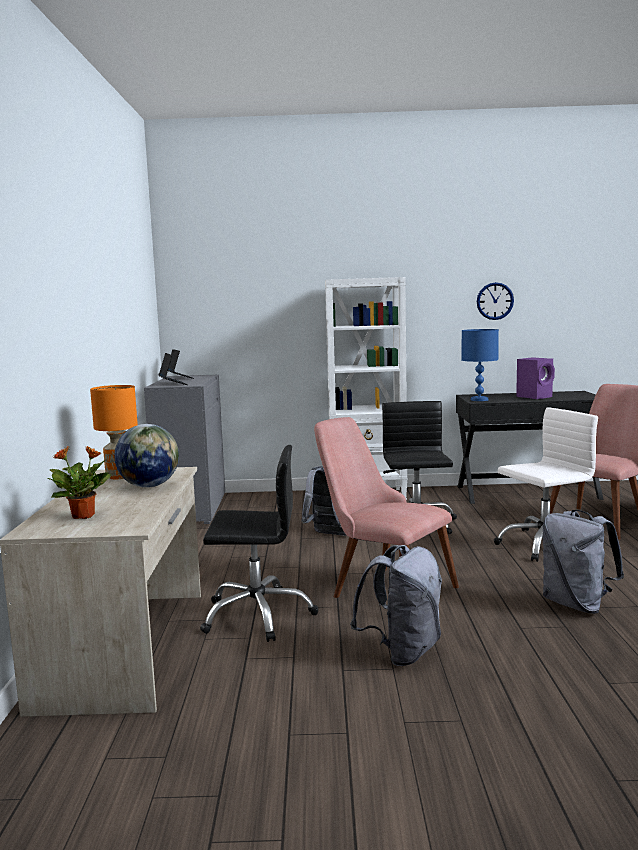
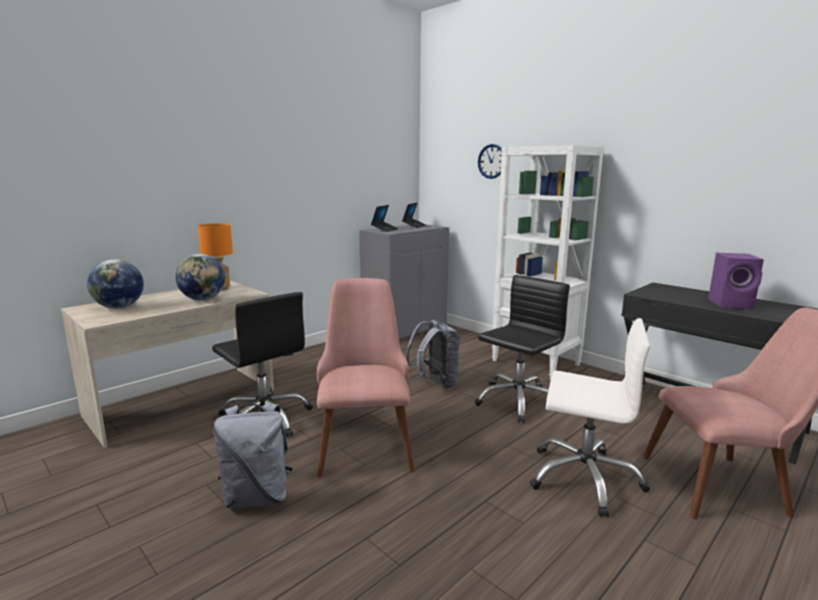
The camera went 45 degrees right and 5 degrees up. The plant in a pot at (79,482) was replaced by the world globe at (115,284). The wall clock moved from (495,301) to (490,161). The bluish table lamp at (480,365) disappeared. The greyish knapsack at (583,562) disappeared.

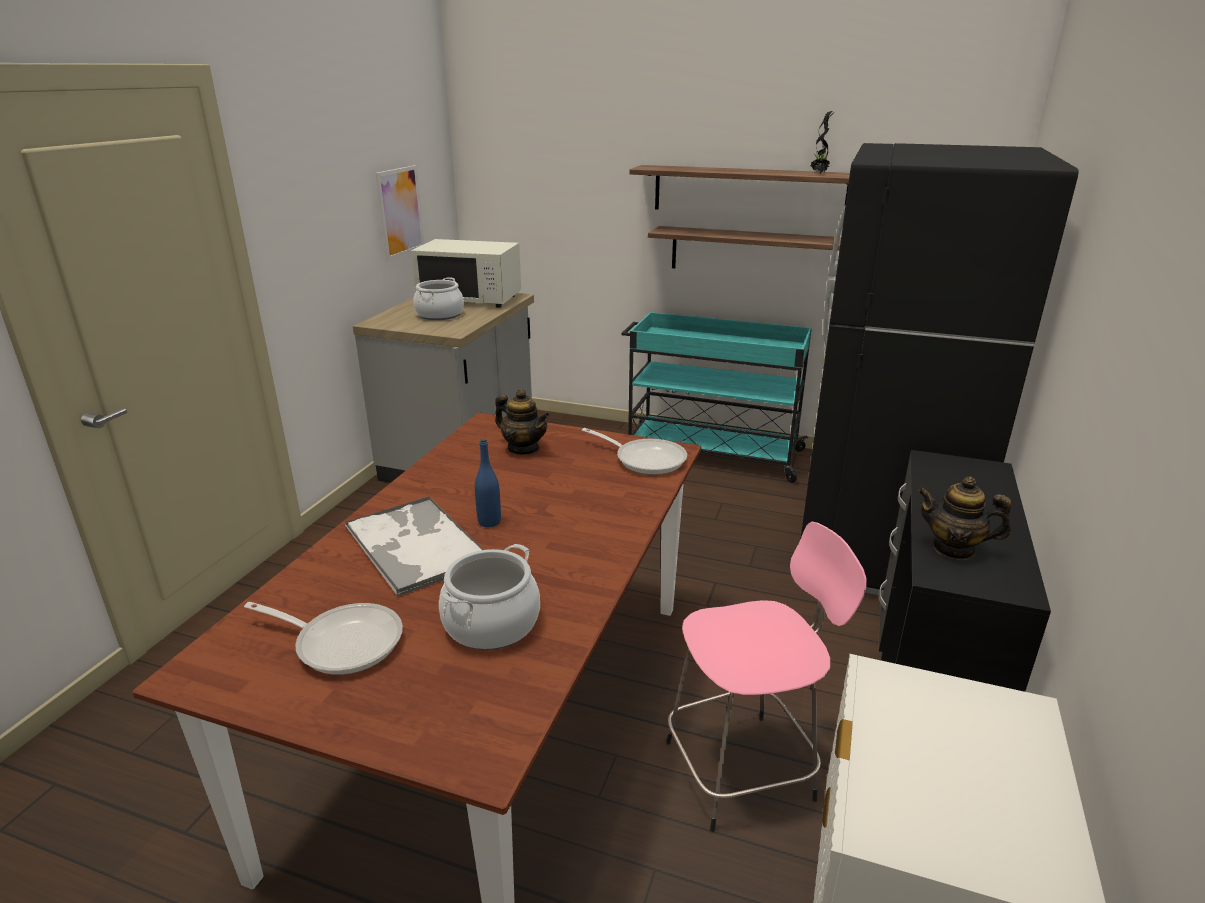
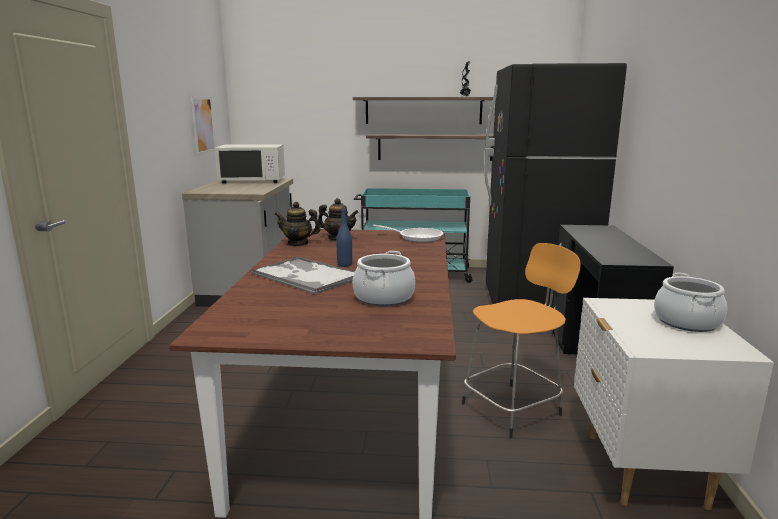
The camera went 15 degrees left and 10 degrees down. The pot for tea moved from (964,518) to (297,224). The pink stool seat at (766,676) became the orange stool seat at (521,340). The cooking pot moved from (438,298) to (690,302). The skillet at (323,638) disappeared.

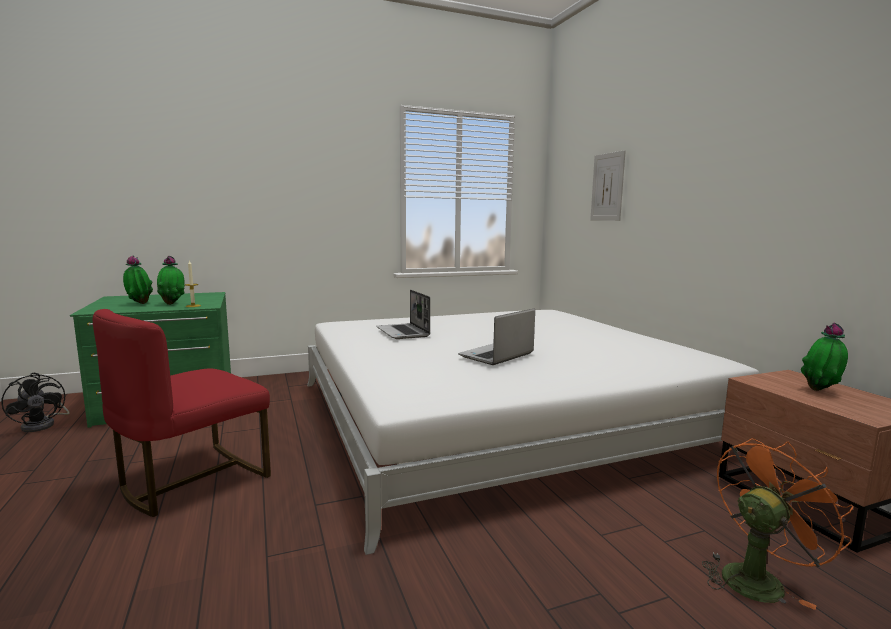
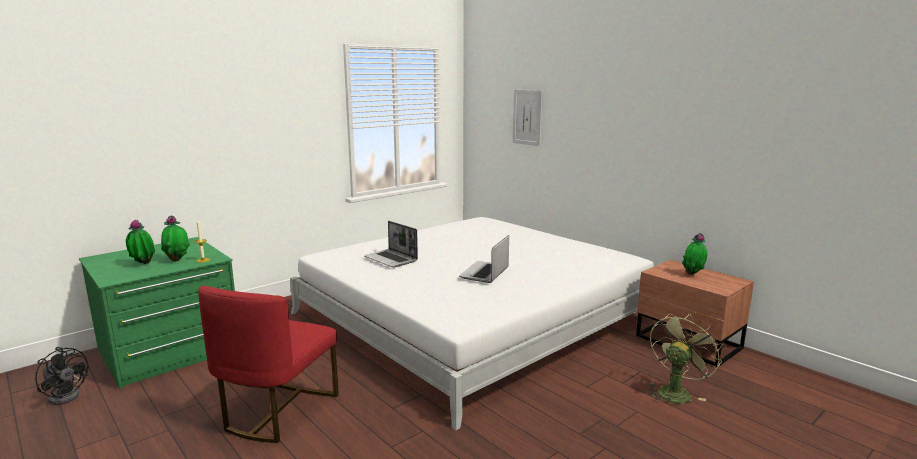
The camera went 20 degrees left and 5 degrees up. The orange electric fan at (777,524) became the greenish electric fan at (684,358).

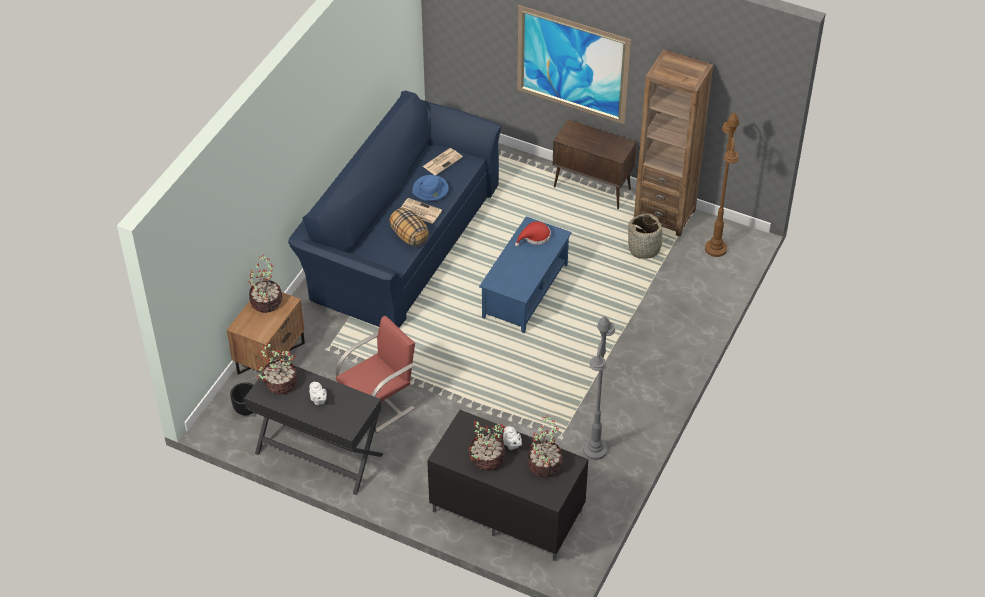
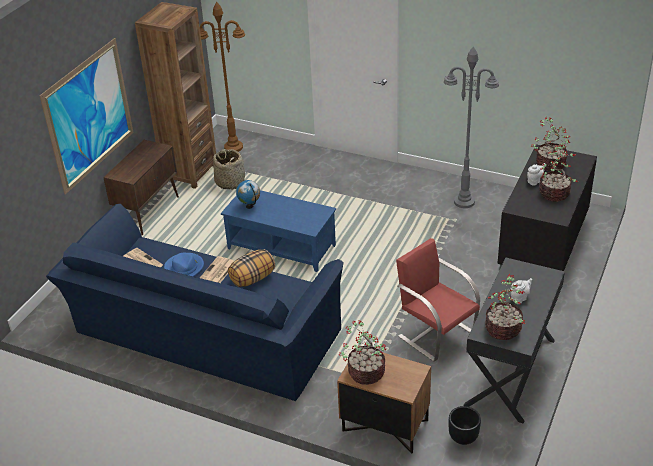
The camera went 90 degrees left and 10 degrees down. The red-coloured wearable hat at (533,233) was replaced by the world globe at (248,194).

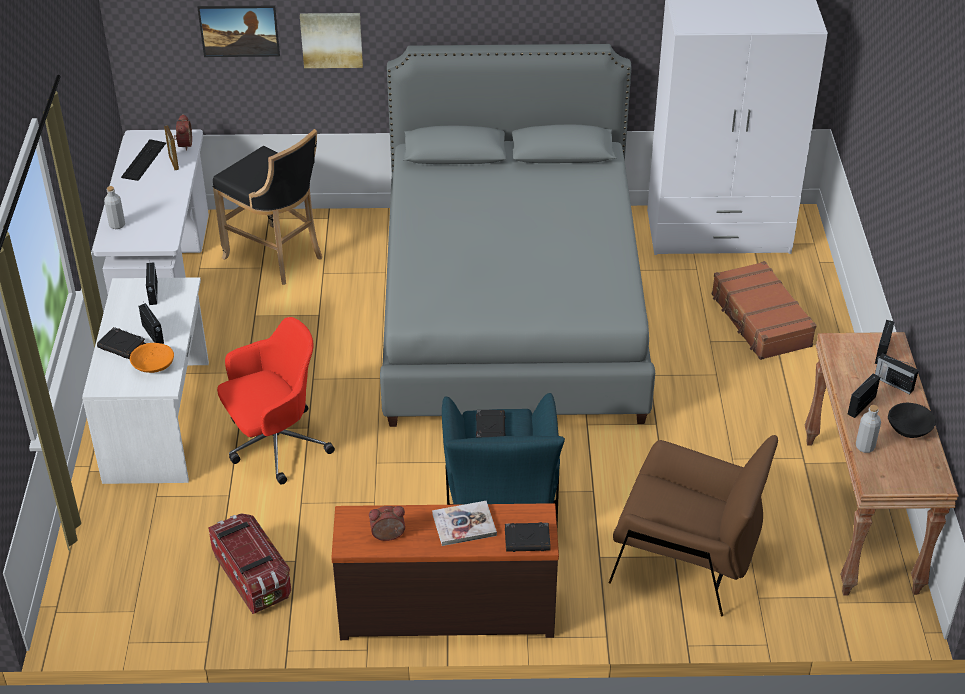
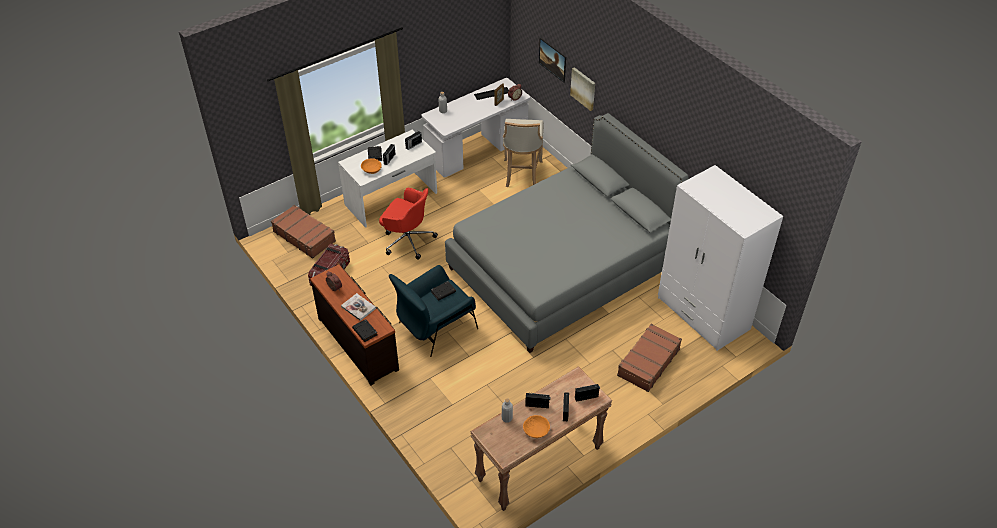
The camera went 55 degrees right and 5 degrees up. The brown-coloured suitcase at (303,232) appeared. The black-coloured stool seat at (267,207) became the beige-coloured stool seat at (523,153). The black-coloured deep dish at (912,420) became the orange deep dish at (536,426). The brown-coloured lounge chair at (693,525) disappeared.

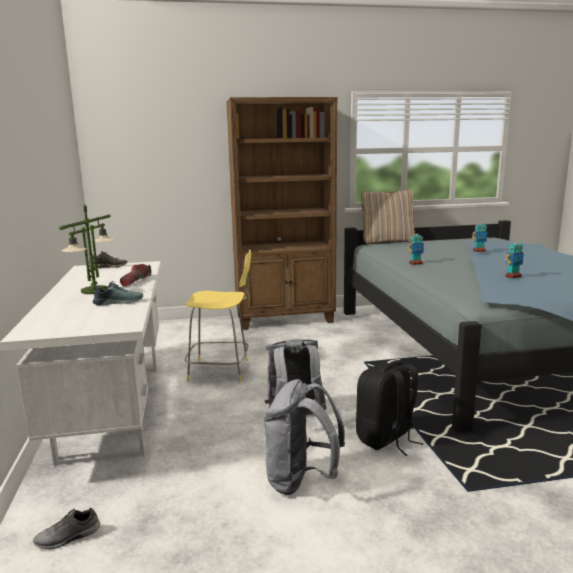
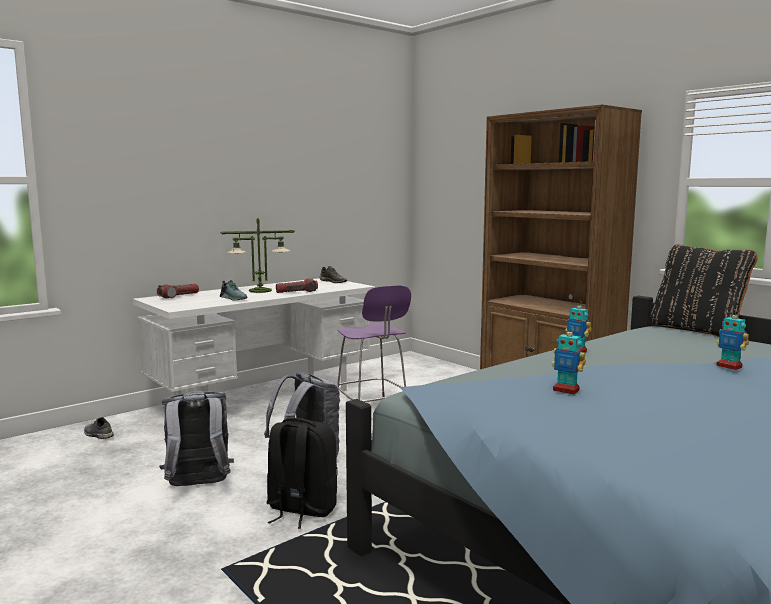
The camera went 60 degrees right and 5 degrees down. The flashlight at (178,291) appeared. The yellow-coloured stool seat at (218,316) became the purplish stool seat at (373,343). The beige-coloured pillow at (388,217) became the black-coloured pillow at (703,290).

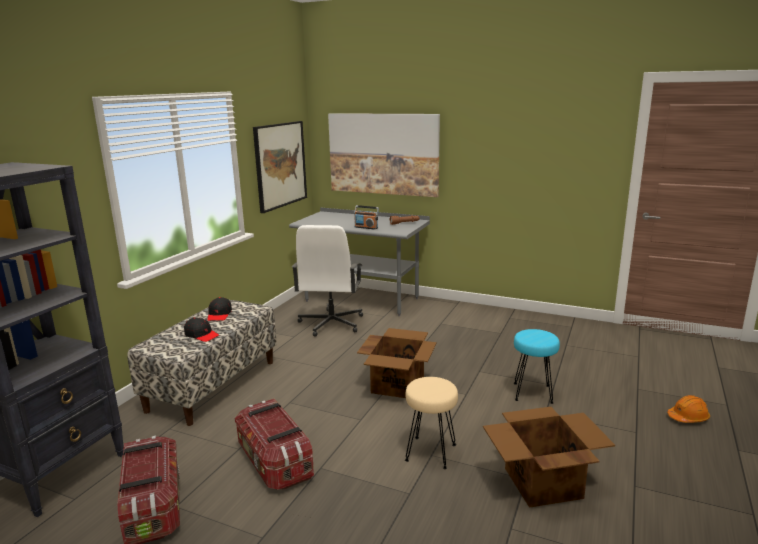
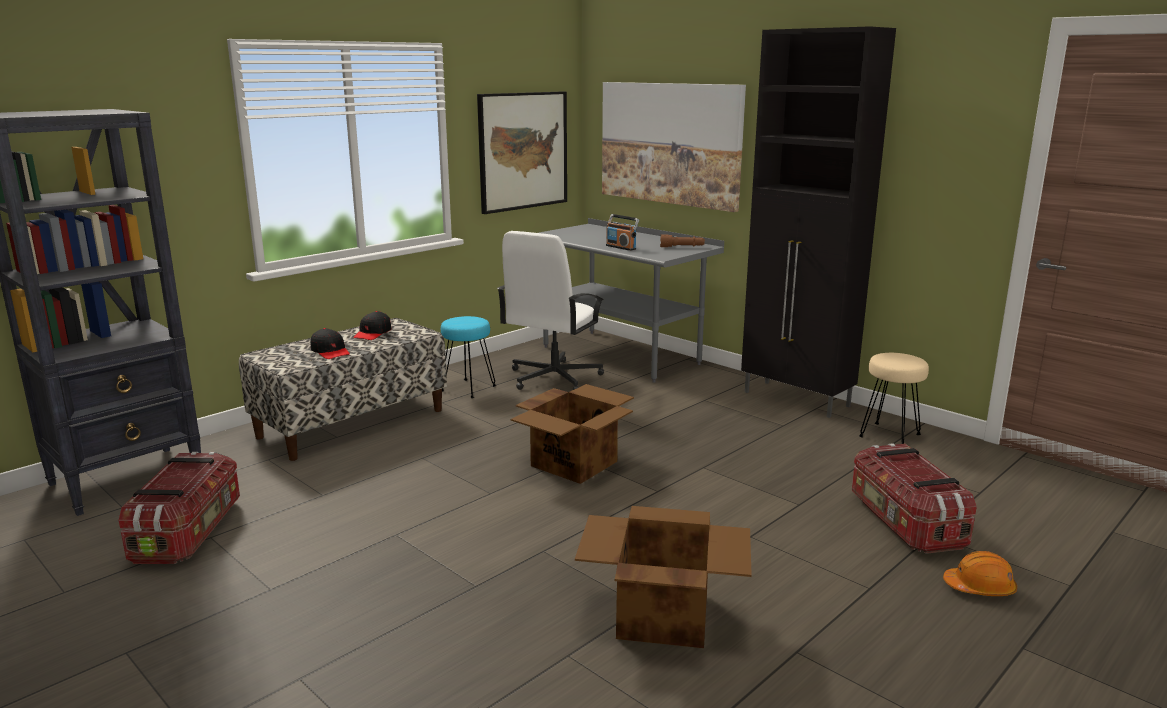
The camera went 20 degrees right and 0 degrees up. The turquoise-coloured stool seat moved from (537,366) to (468,357). The black-coloured storage cabinet at (818,222) appeared. The storage container moved from (274,444) to (914,498). The beige-coloured stool seat moved from (431,423) to (894,398).

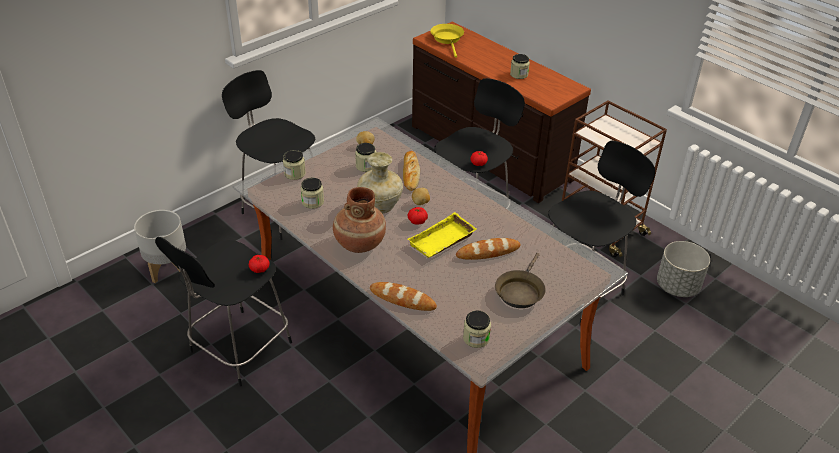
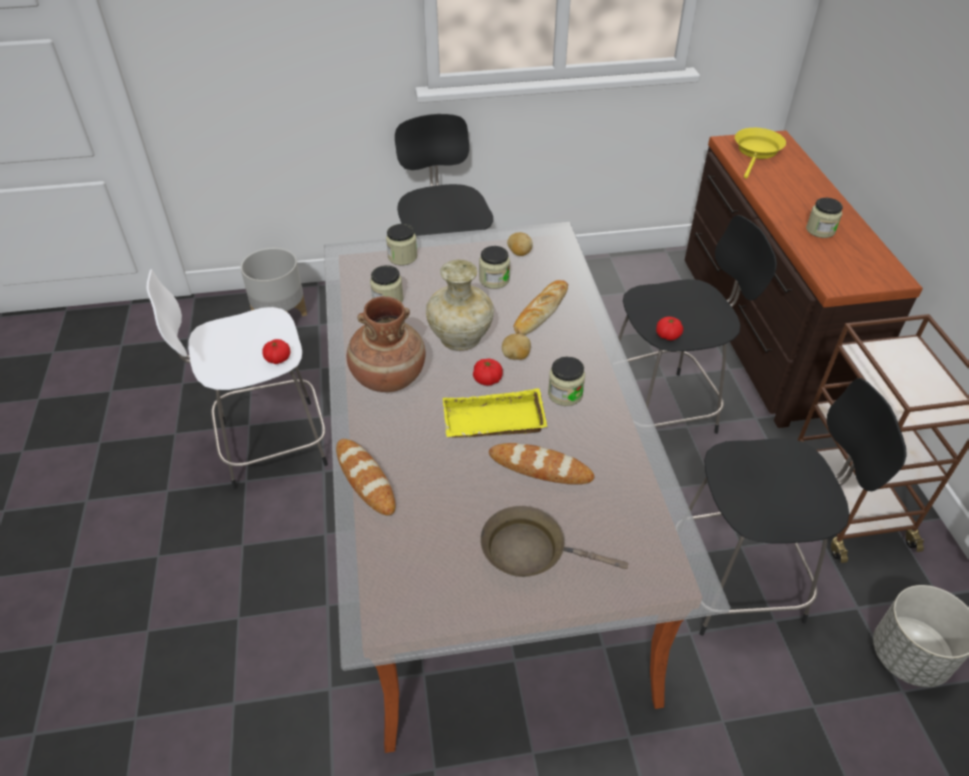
The camera went 35 degrees right and 5 degrees up. The black-coloured stool seat at (223,311) became the white stool seat at (237,379). The brown-coloured skillet at (520,280) turned 45 degrees clockwise. The storage jar moved from (477,329) to (566,381).

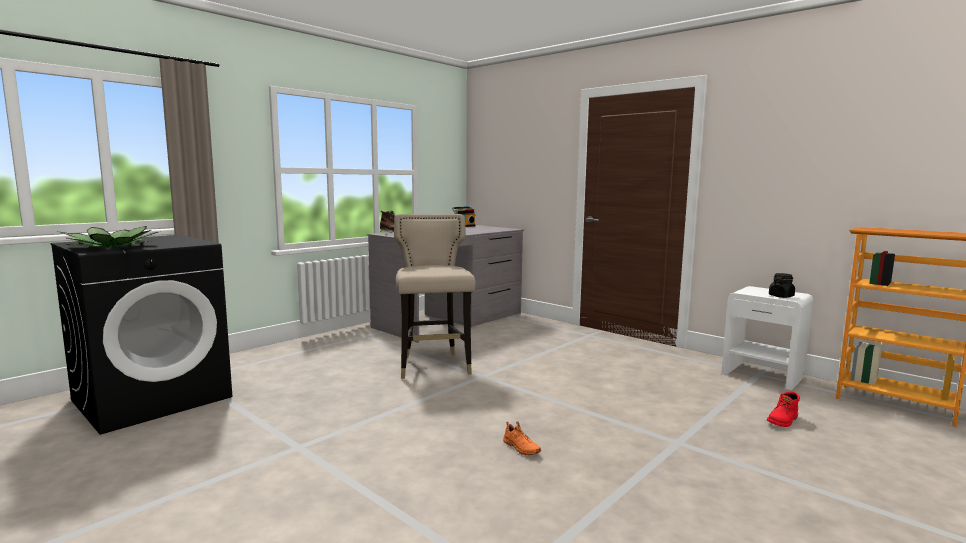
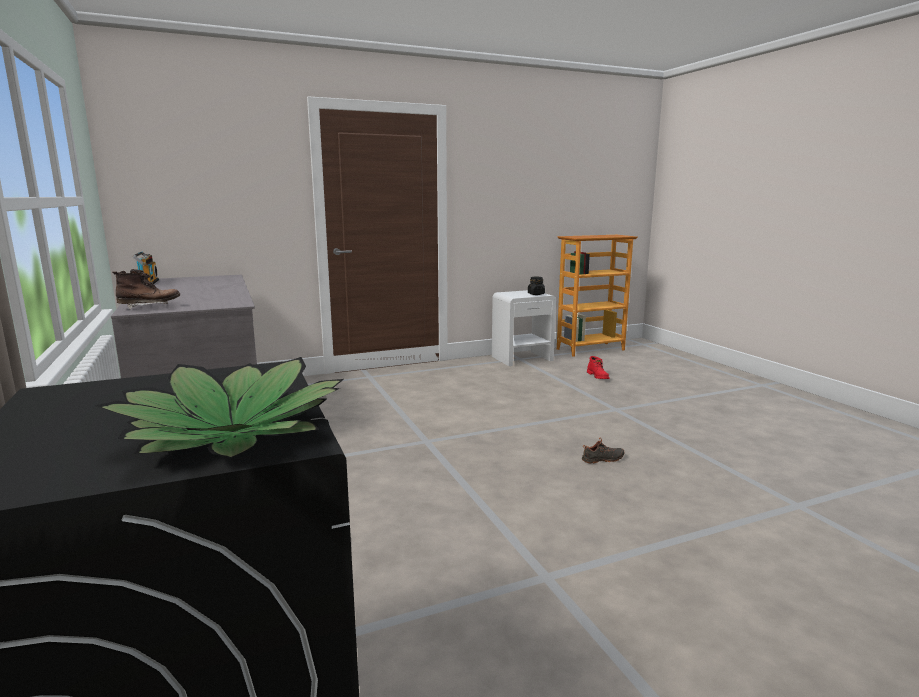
The camera went 65 degrees left and 5 degrees up. The orange shoe at (522,438) became the black-coloured shoe at (603,450). The beige-coloured stool seat at (435,296) disappeared.

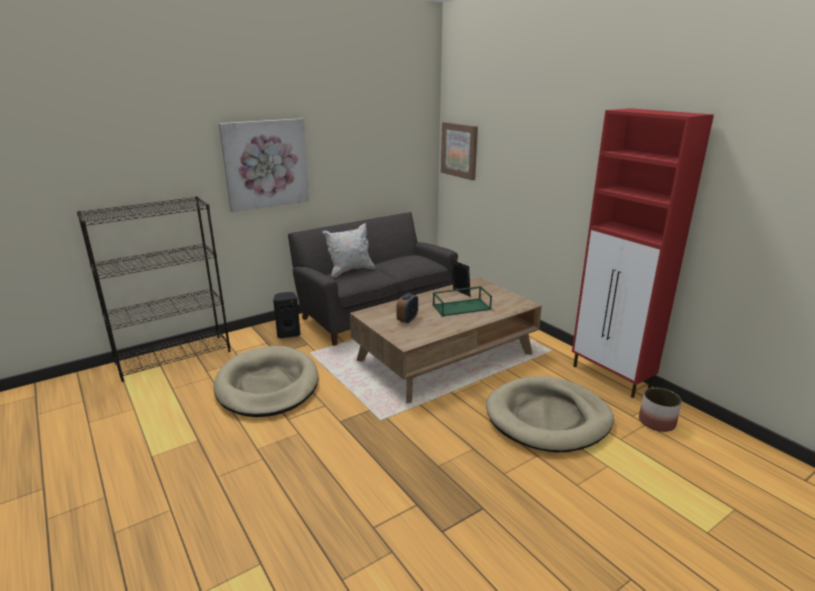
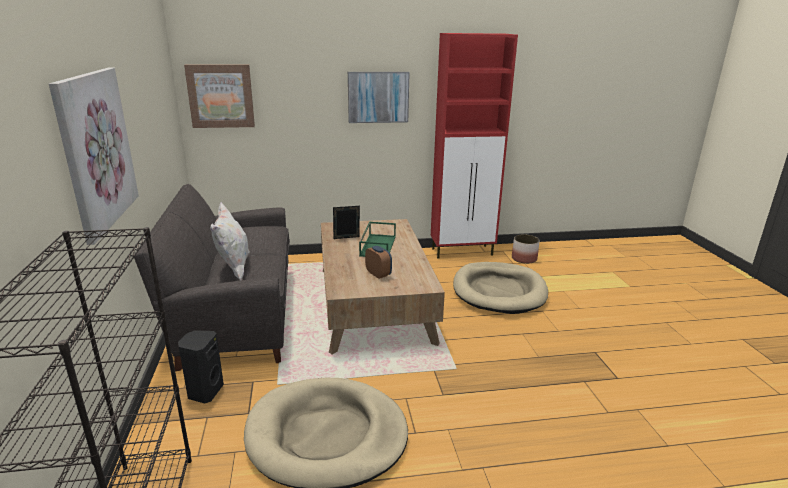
The camera went 65 degrees left and 0 degrees up. The picture at (379,97) appeared.

